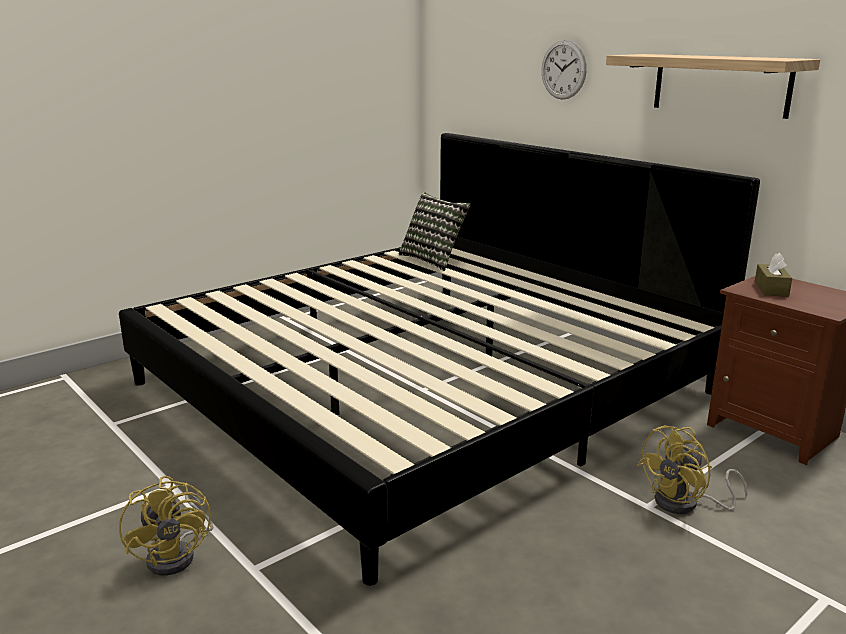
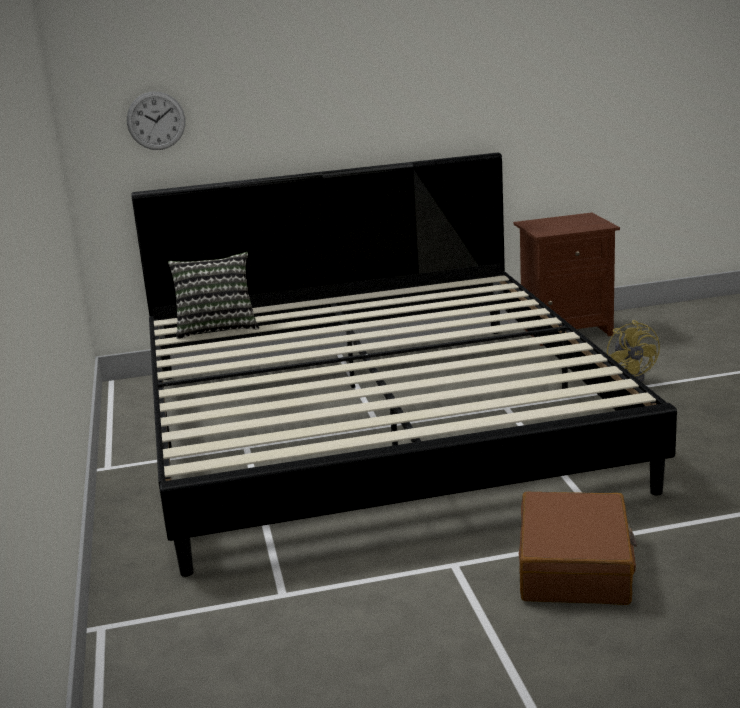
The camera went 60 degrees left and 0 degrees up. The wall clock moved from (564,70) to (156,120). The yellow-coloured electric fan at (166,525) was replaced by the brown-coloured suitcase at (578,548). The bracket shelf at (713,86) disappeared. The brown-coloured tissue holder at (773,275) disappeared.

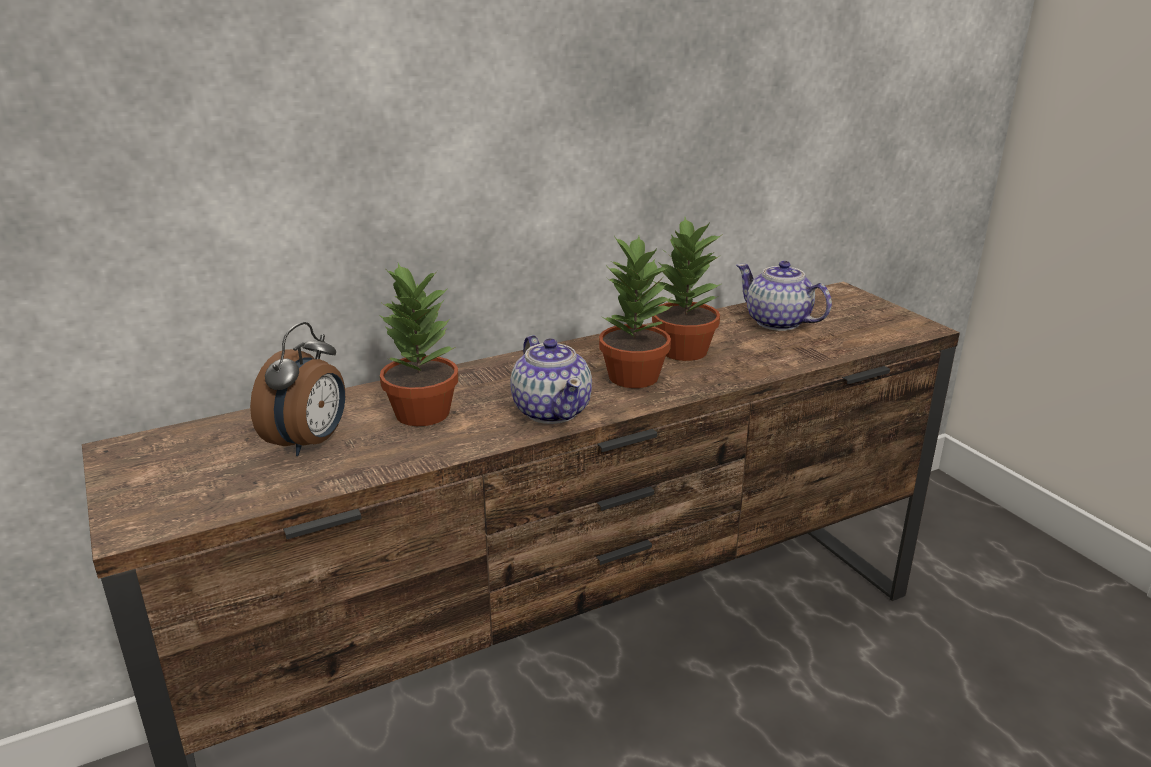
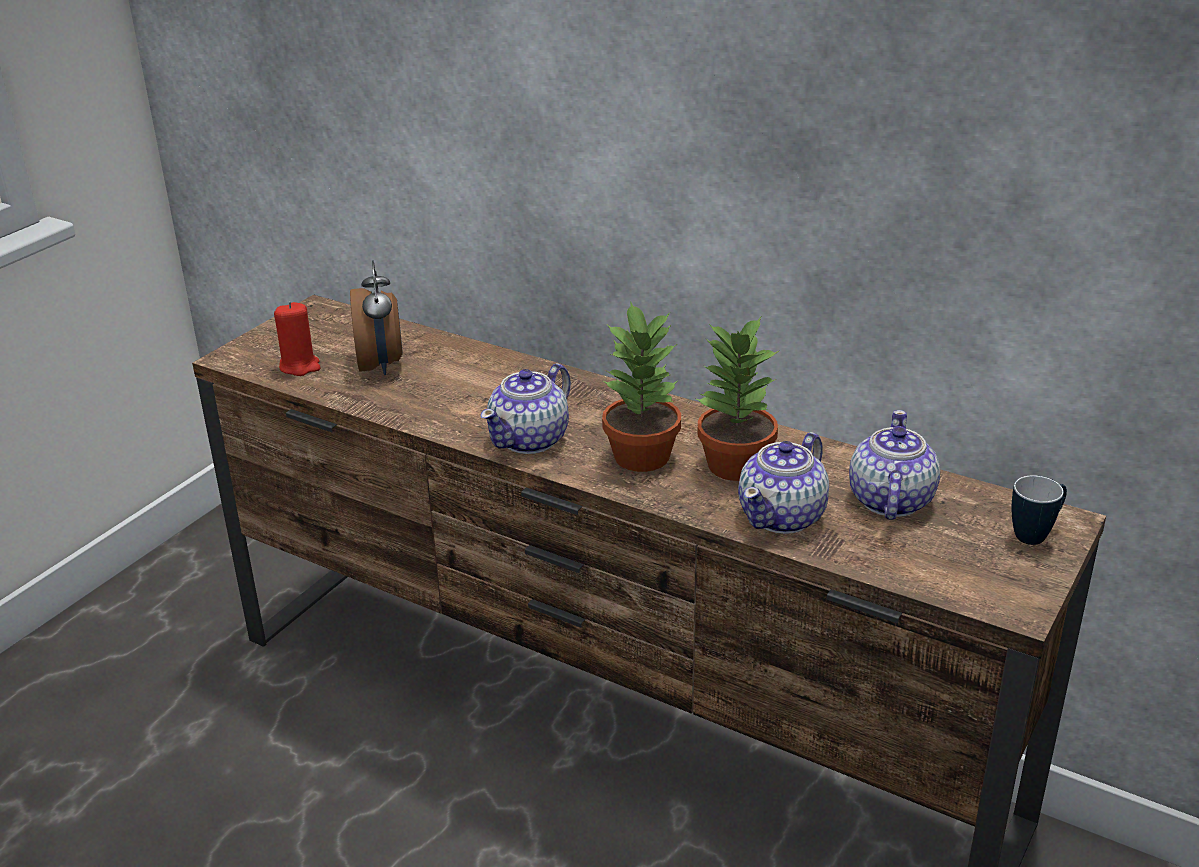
The camera went 60 degrees right and 5 degrees up. The red-coloured wax light at (297,339) appeared. The table clock at (297,389) turned 90 degrees counterclockwise. The pot for tea at (783,483) appeared. The coffee mug at (1039,510) appeared. The plant in a pot at (419,344) disappeared.

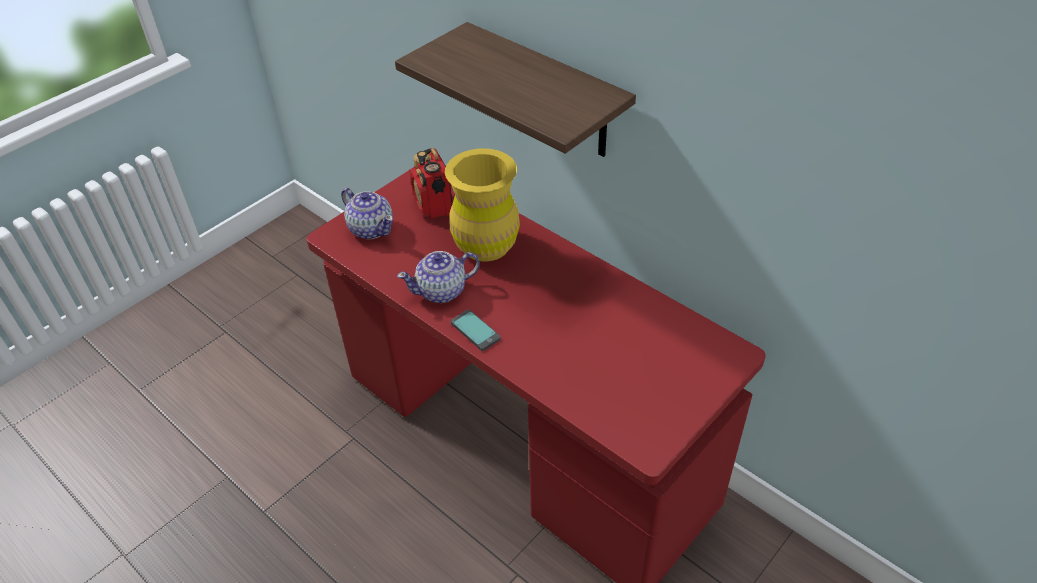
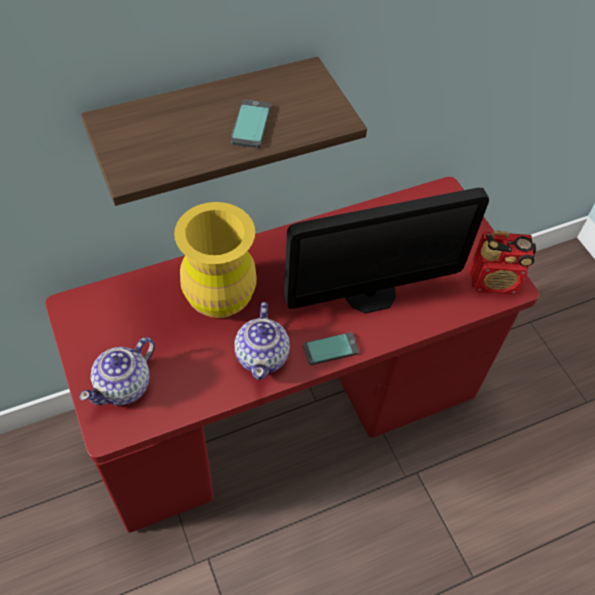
The camera went 70 degrees left and 10 degrees up. The pot for tea at (367,213) turned 150 degrees clockwise. The handset at (250,123) appeared. The monitor at (386,251) appeared. The radio receiver moved from (430,183) to (502,262).

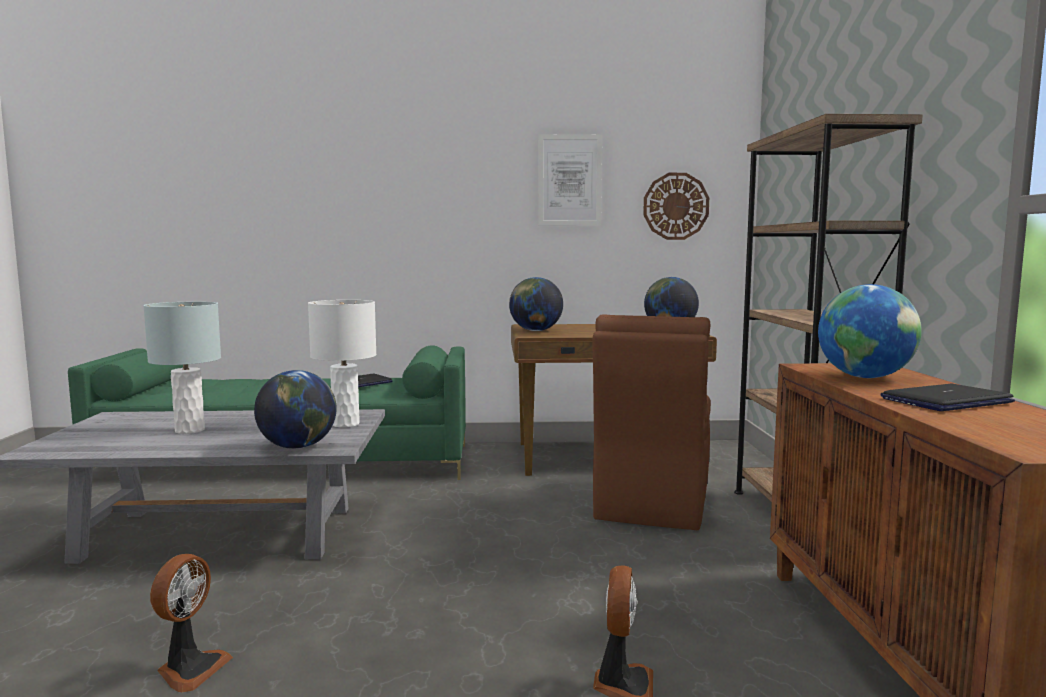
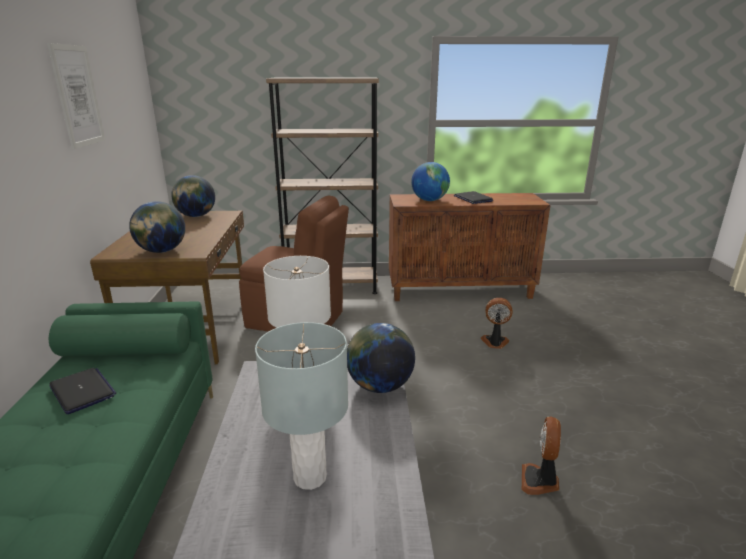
The camera went 90 degrees left and 15 degrees up. The electric fan at (191,623) turned 90 degrees counterclockwise. The wall clock at (676,206) disappeared.

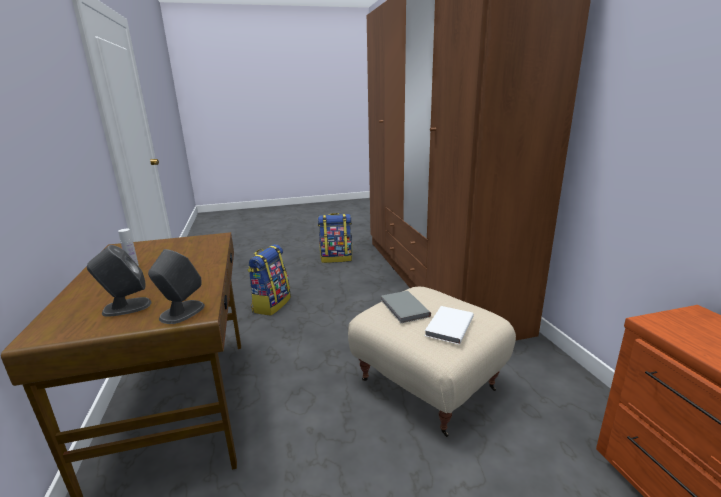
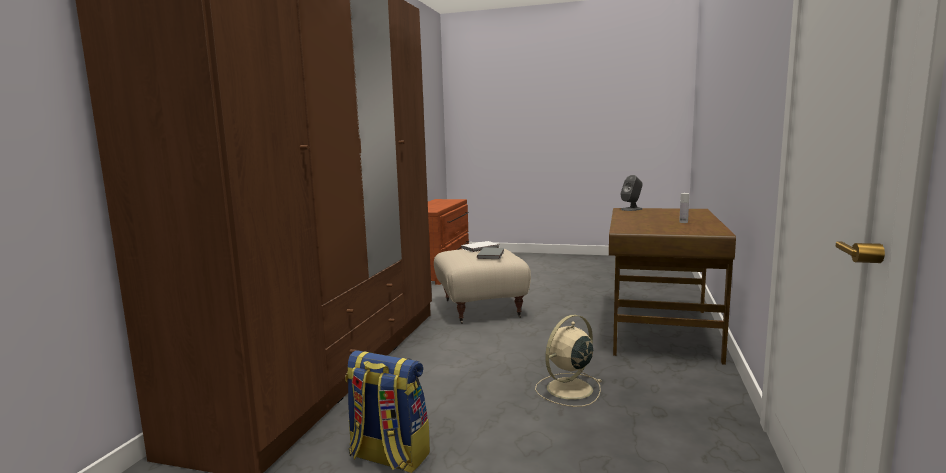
The camera went 150 degrees left and 10 degrees down. The knapsack at (269,280) was replaced by the beige-coloured electric fan at (568,361). The greyish speaker at (119,281) disappeared.

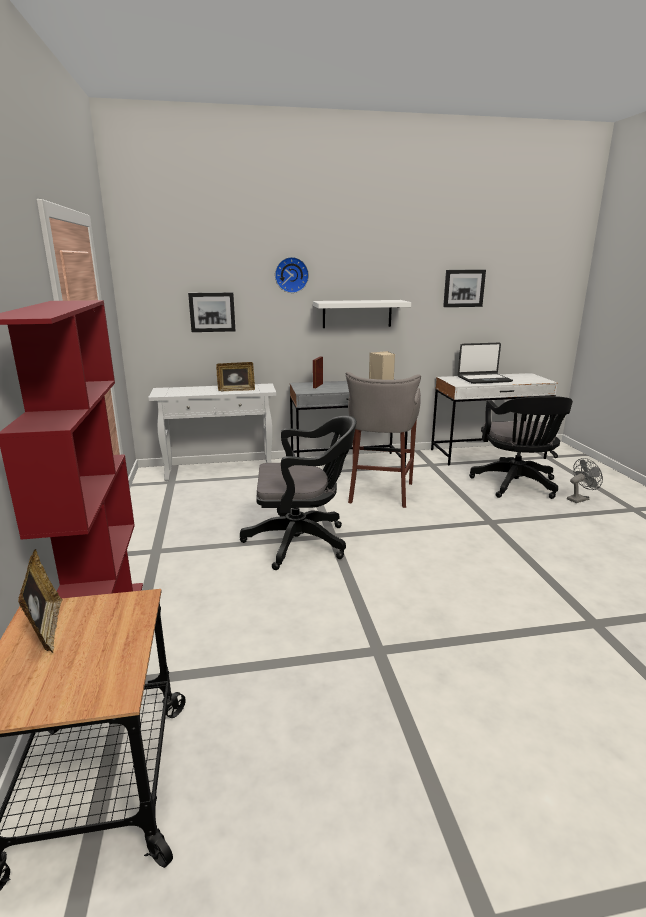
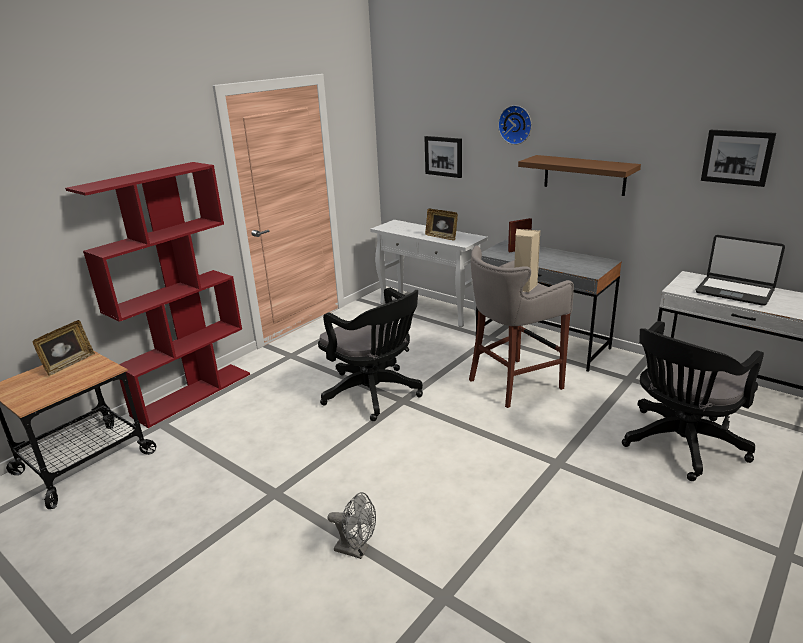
The camera went 50 degrees right and 5 degrees up. The greyish electric fan moved from (585,480) to (352,525). The white bracket shelf at (362,314) became the brown-coloured bracket shelf at (579,175).

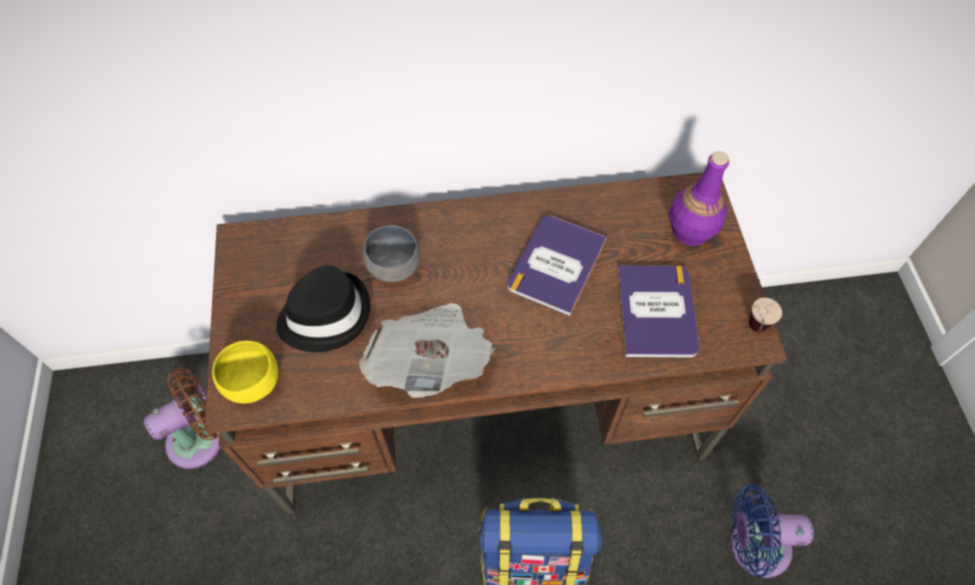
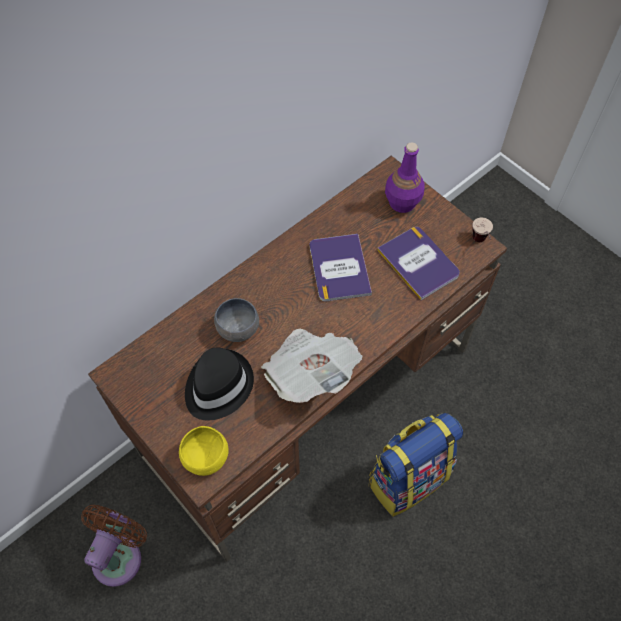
The camera went 35 degrees left and 0 degrees up. The bluish electric fan at (772,531) disappeared.

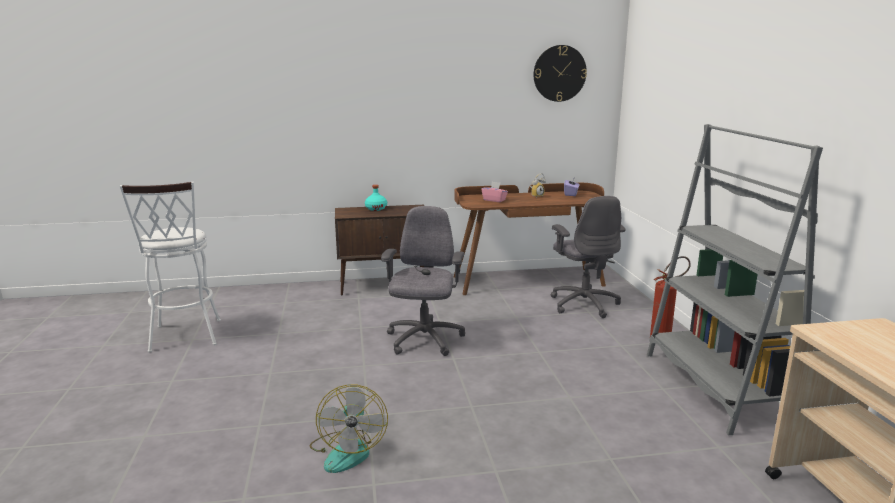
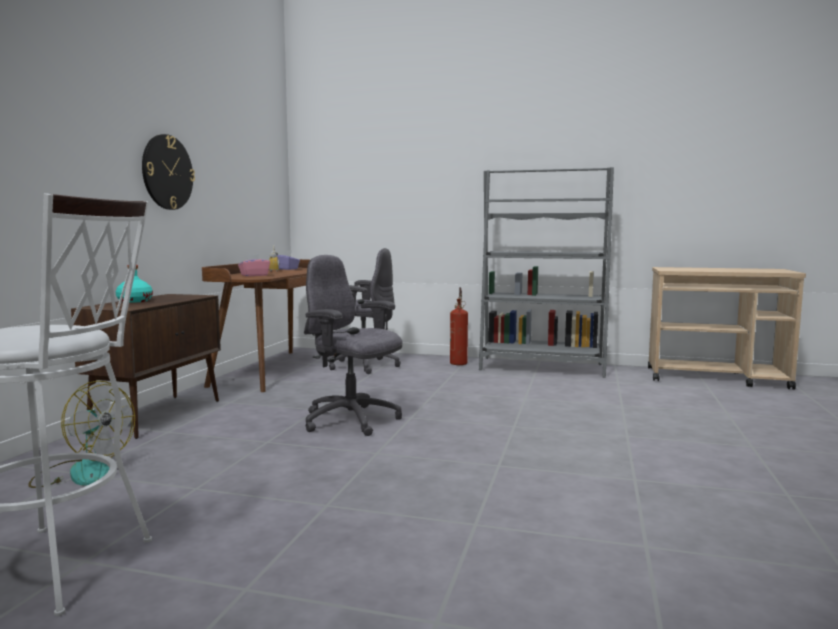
The camera went 65 degrees left and 10 degrees down. The electric fan moved from (349,429) to (81,434). The wall clock moved from (560,73) to (168,172).

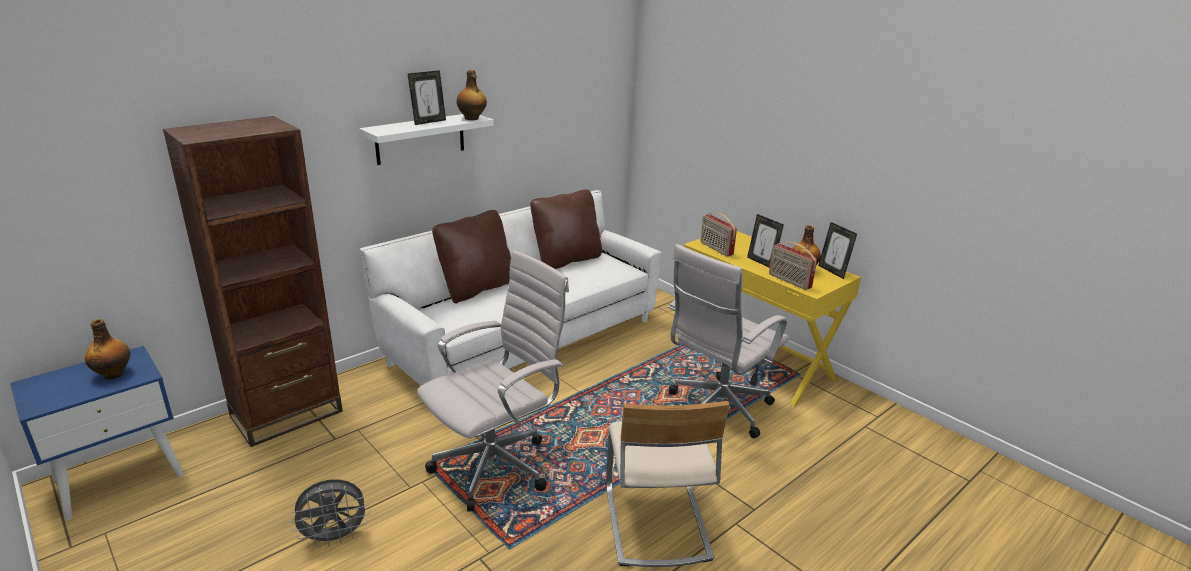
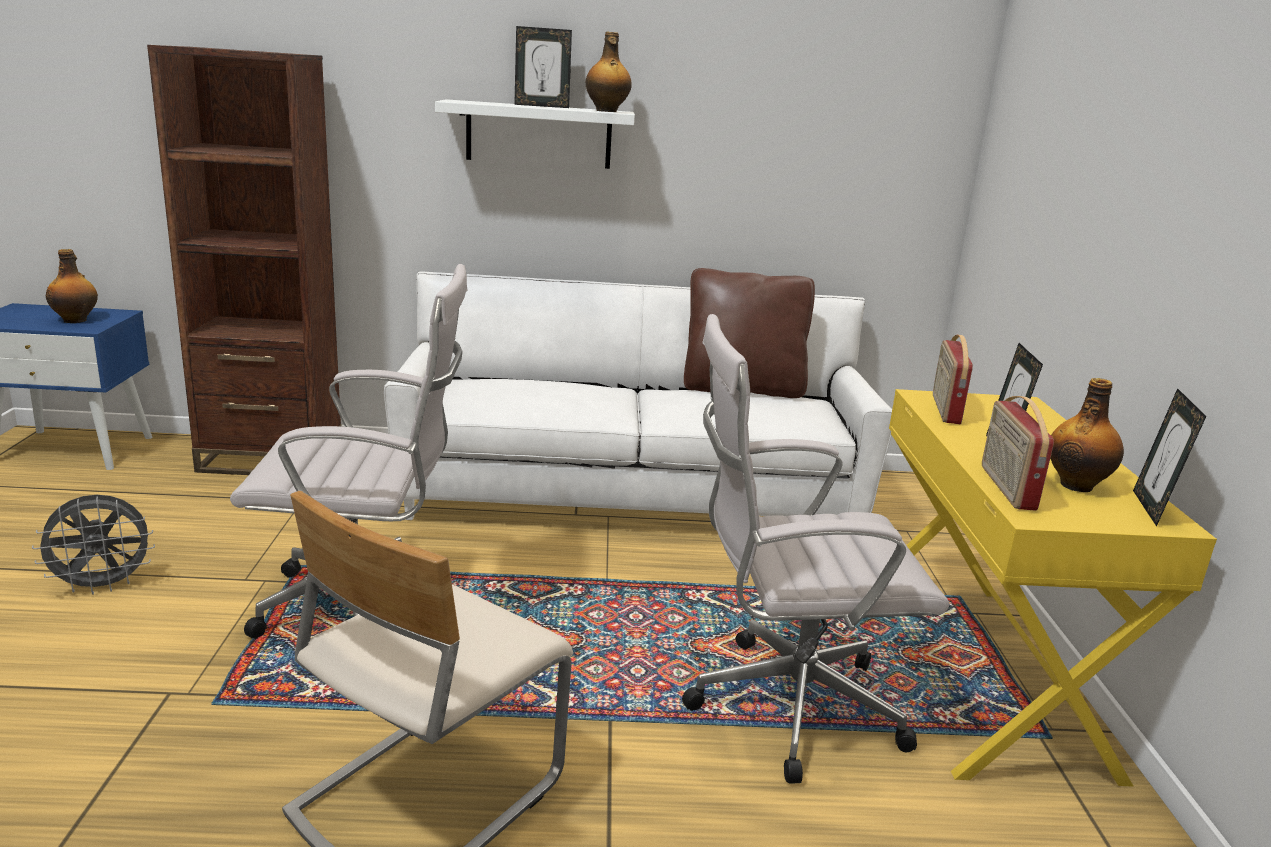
The camera went 40 degrees right and 5 degrees down. The greyish electric fan at (329,512) turned 45 degrees counterclockwise. The brown-coloured pillow at (471,256) disappeared.

